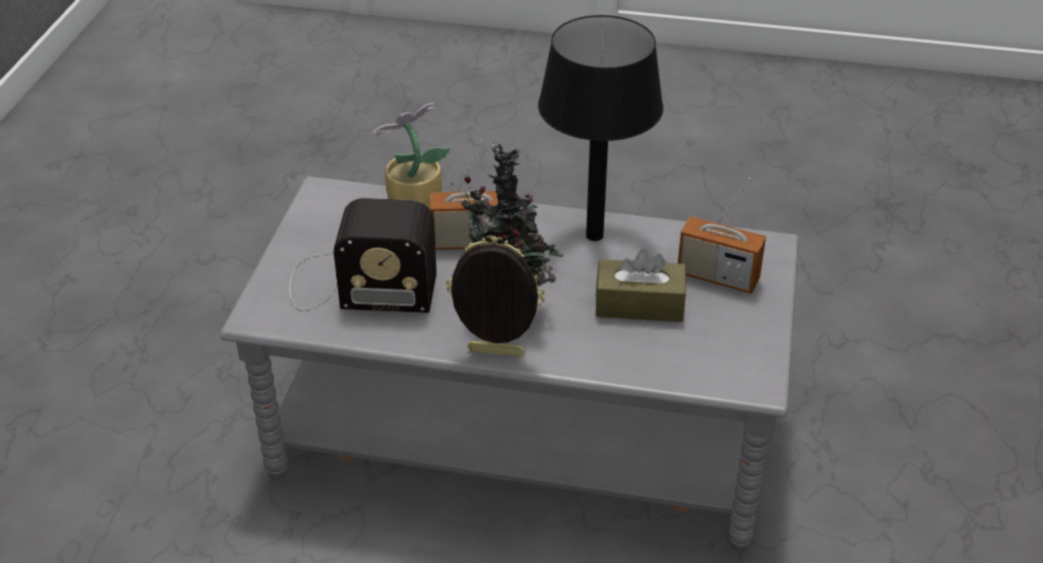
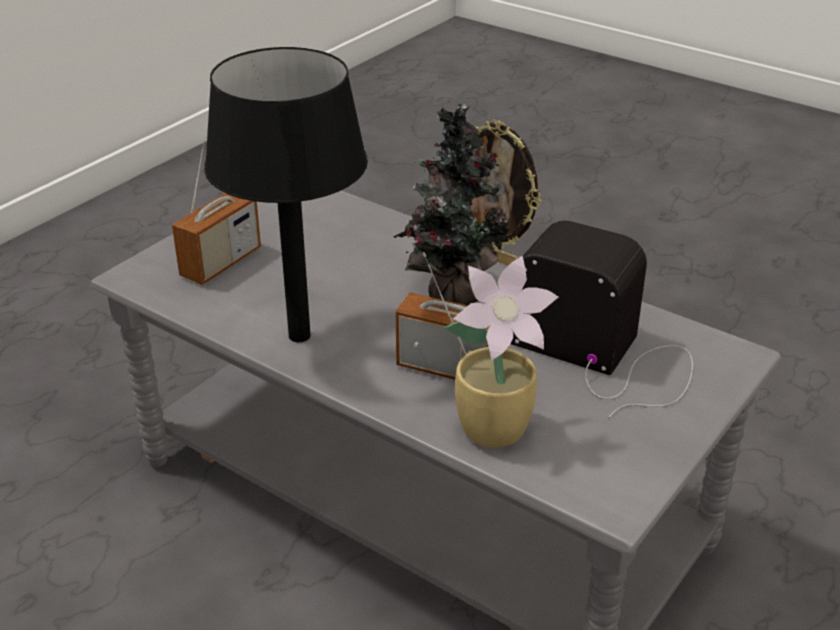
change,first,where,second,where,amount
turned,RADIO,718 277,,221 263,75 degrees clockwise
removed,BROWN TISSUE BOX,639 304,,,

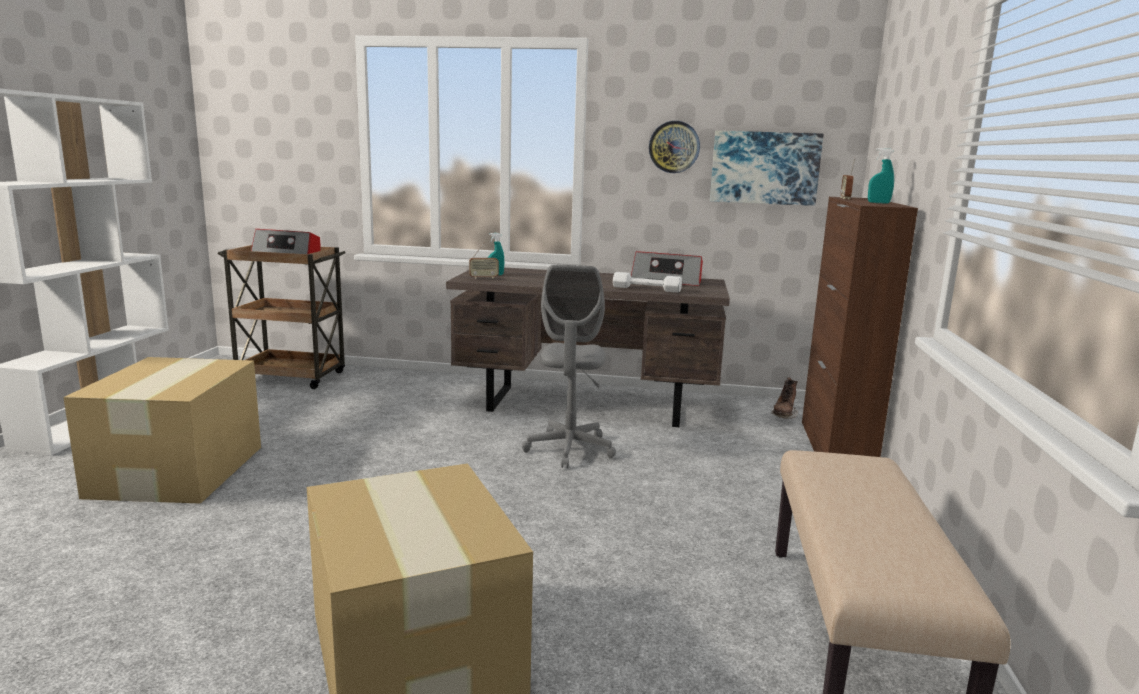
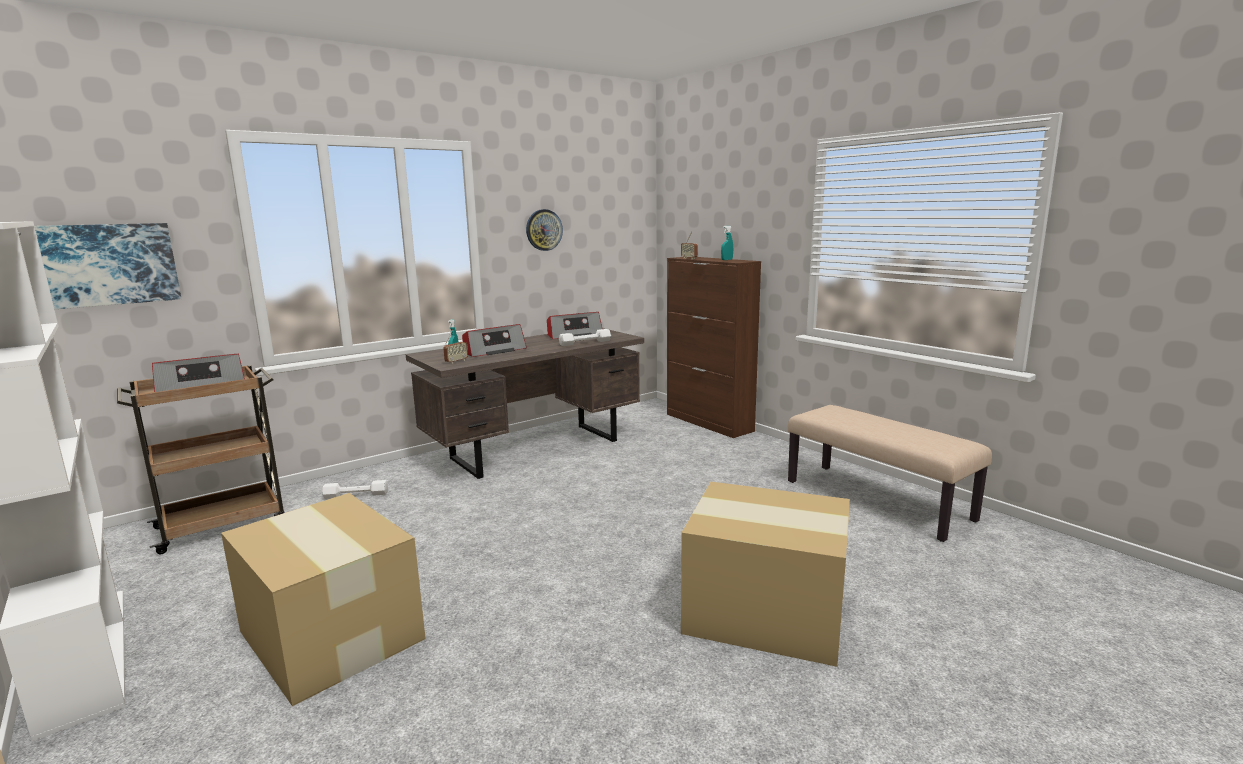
change,first,where,second,where,amount
moved,PICTURE,764 168,,103 264,
removed,GREY OFFICE CHAIR,569 449,,,
removed,BROWN BOOT,783 415,,,
added,,,RADIO,493 351,
added,,,WHITE DUMBBELL,356 495,

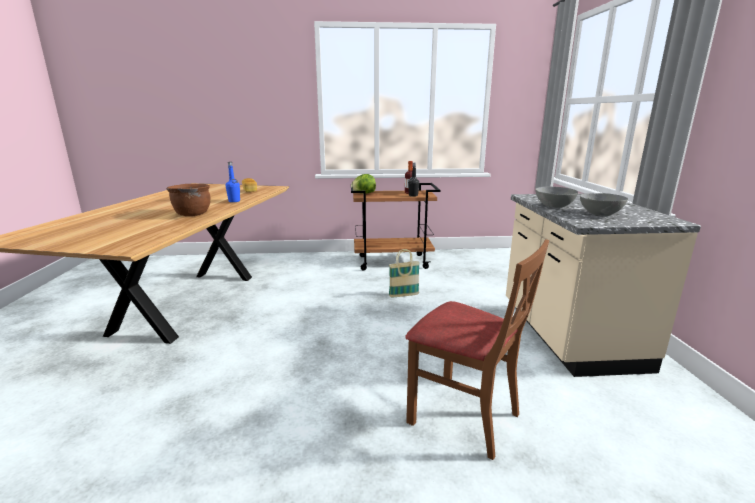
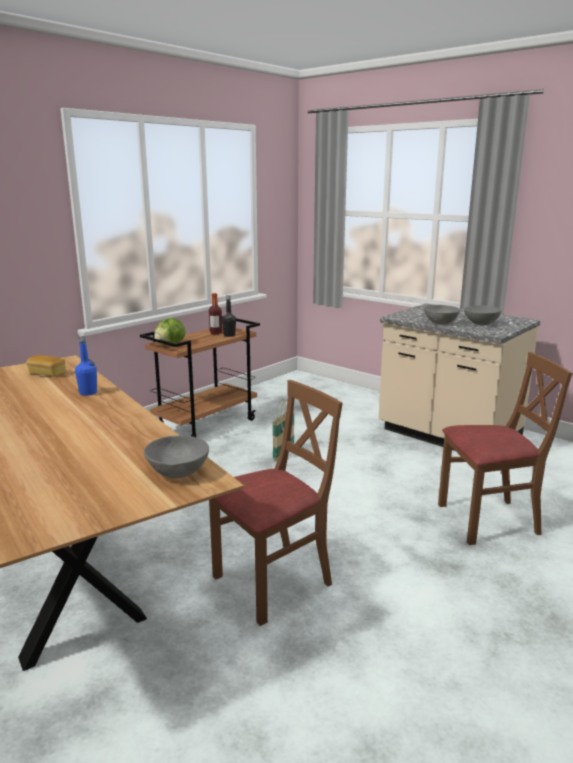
change,first,where,second,where,amount
removed,BROWN COOKING POT,192 214,,,
added,,,BROWN CHAIR,273 582,
added,,,GREY BOWL,178 472,

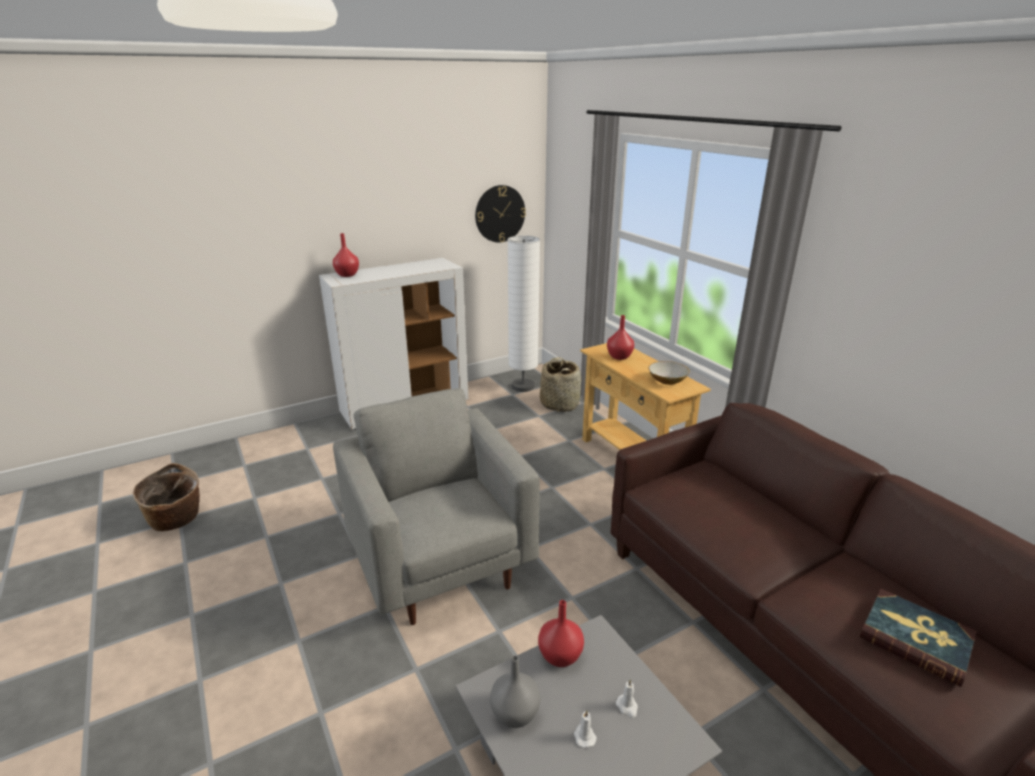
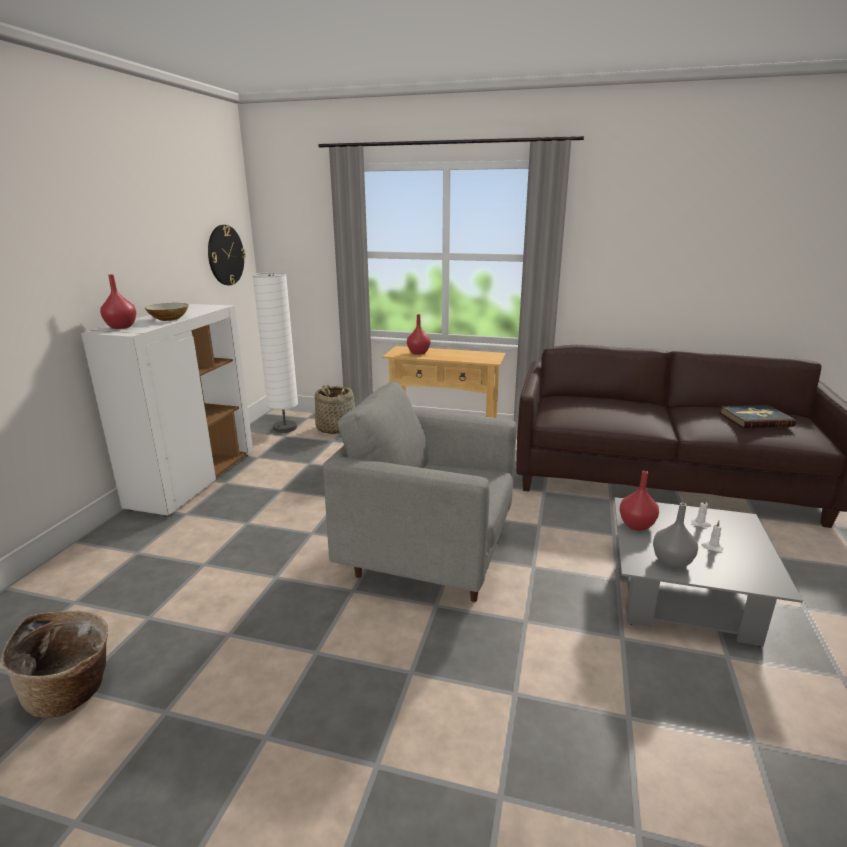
change,first,where,second,where,amount
moved,BOWL,667 380,,168 319,

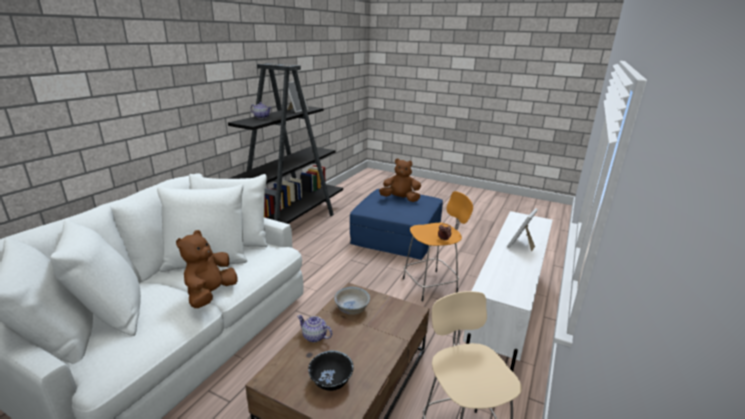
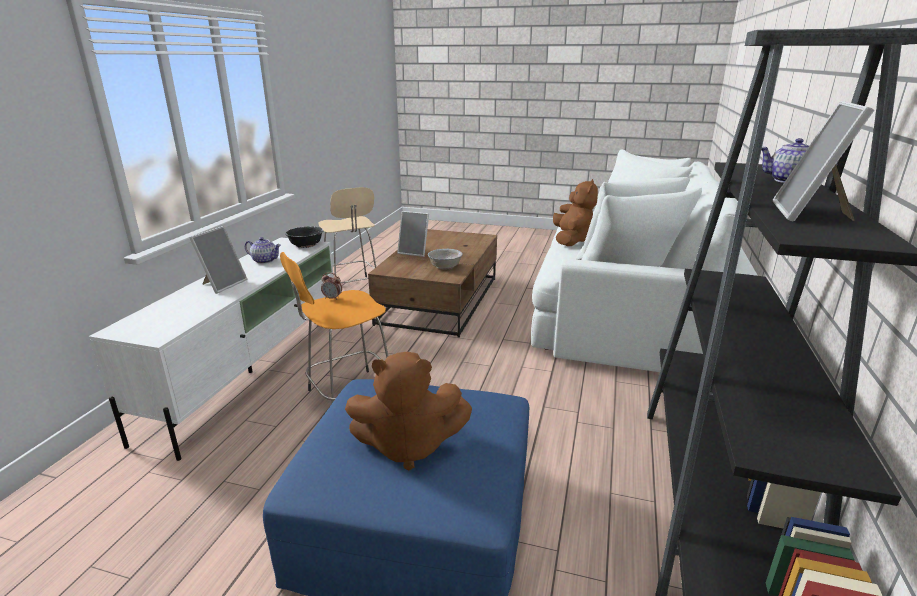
change,first,where,second,where,amount
moved,TEAPOT,314 337,,264 260,
moved,BLACK BOWL,331 380,,306 245,
added,,,PICTURE FRAME,414 252,

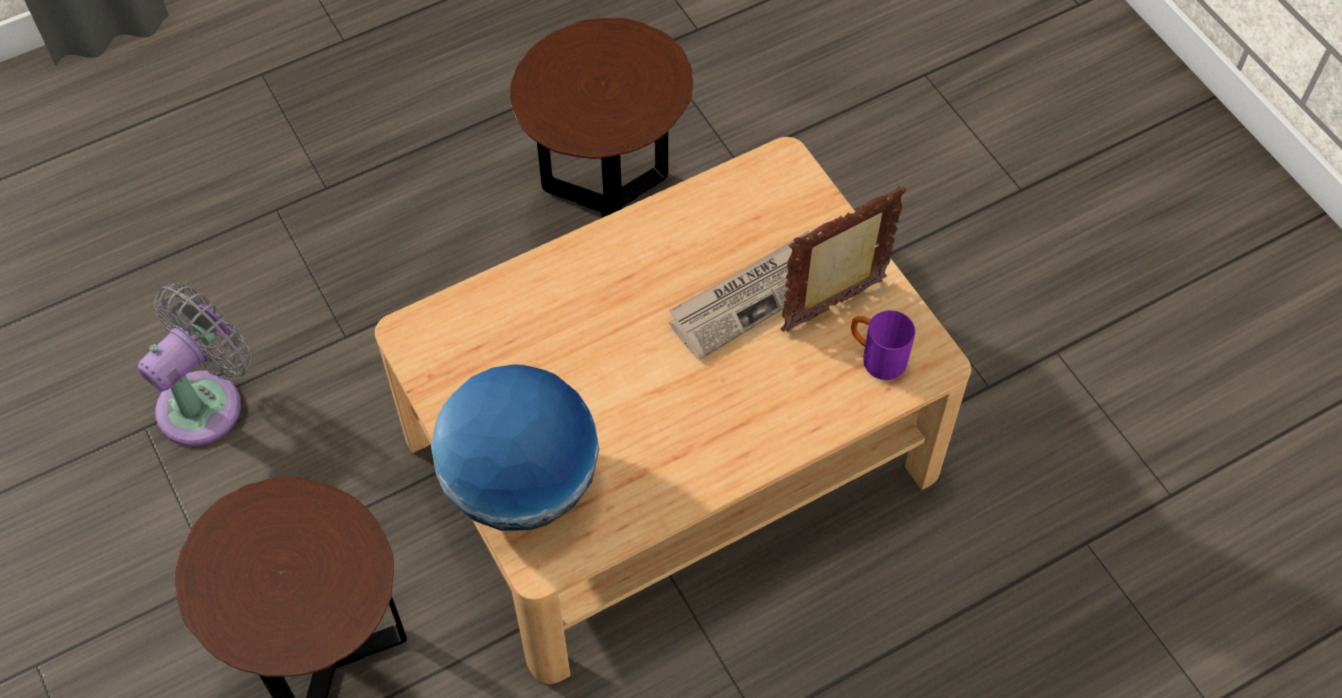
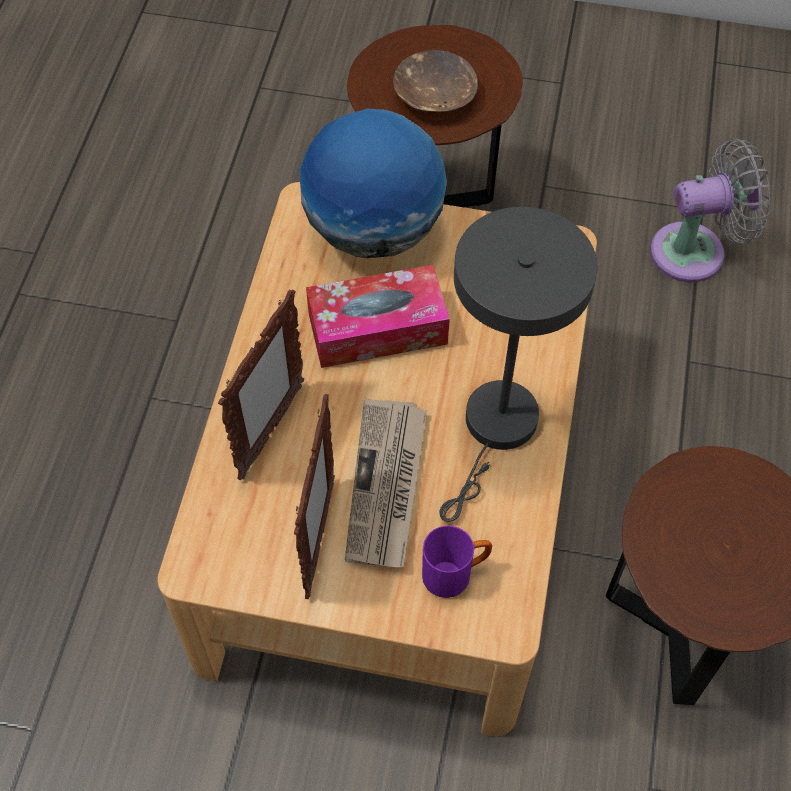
change,first,where,second,where,amount
turned,GREY FAN,207 402,,695 251,90 degrees counterclockwise
moved,PURPLE MUG,876 357,,455 573,
added,,,BROWN BOWL,433 96,
added,,,GREY TABLE LAMP,497 430,
added,,,TISSUE BOX,377 328,
added,,,PICTURE FRAME,270 431,

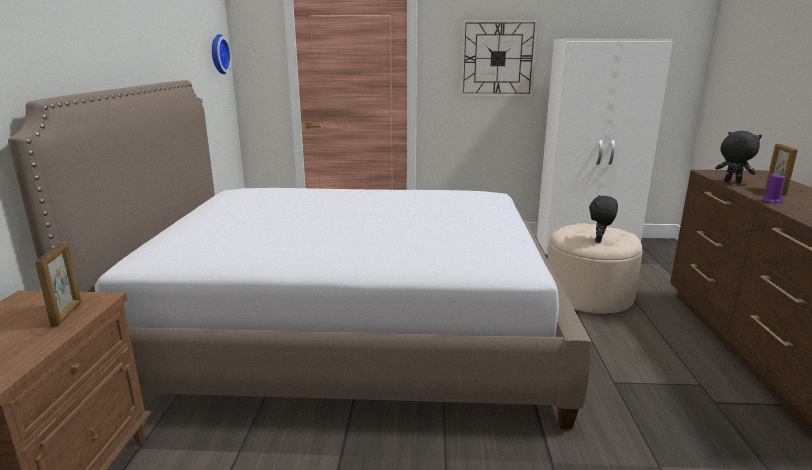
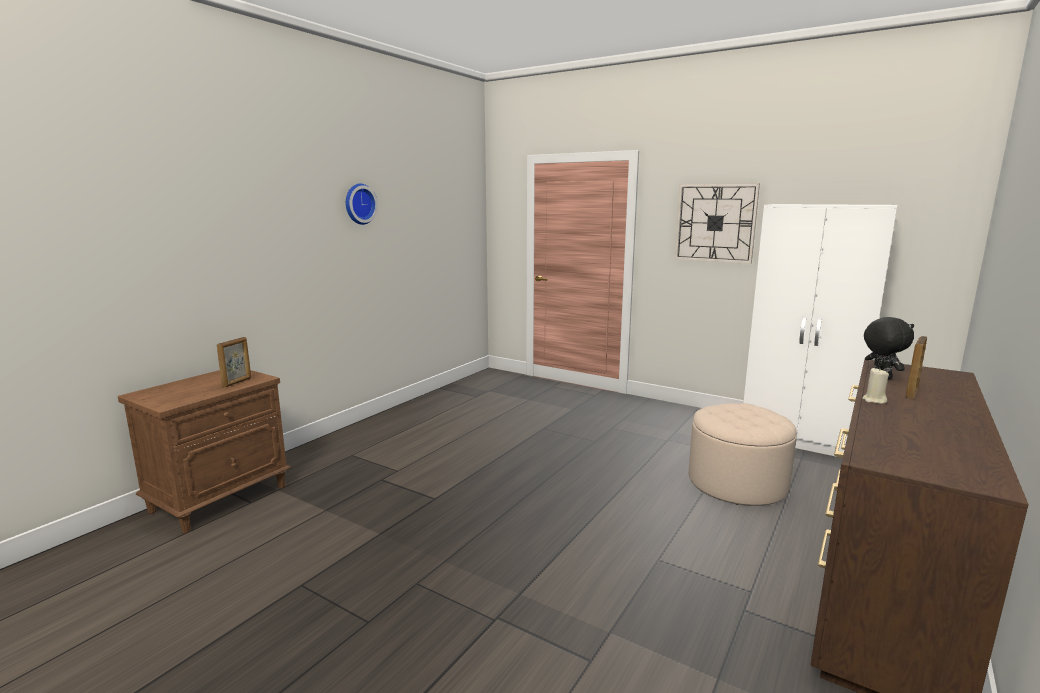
change,first,where,second,where,amount
moved,WALL CLOCK,218 54,,359 204,
removed,BED,347 332,,,
recoloured,PURPLE CANDLE,771 201,BEIGE CANDLE,874 400,
removed,BLACK PLUSH TOY,599 241,,,

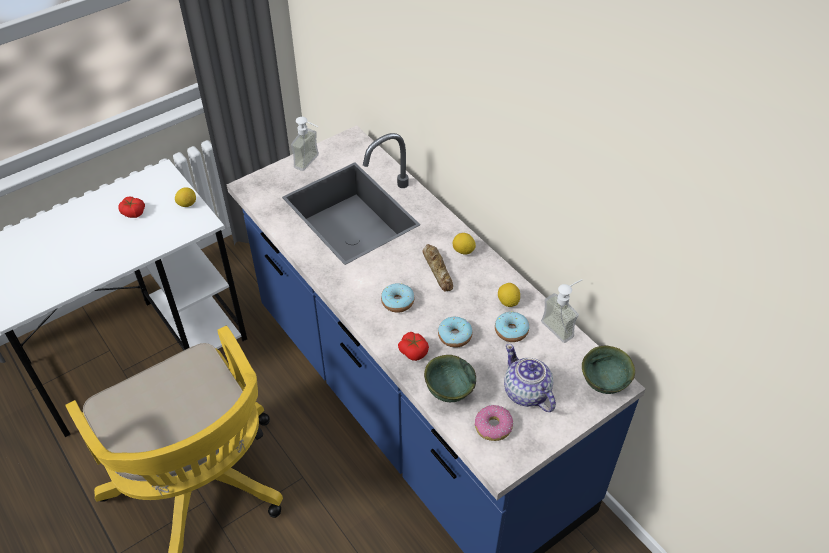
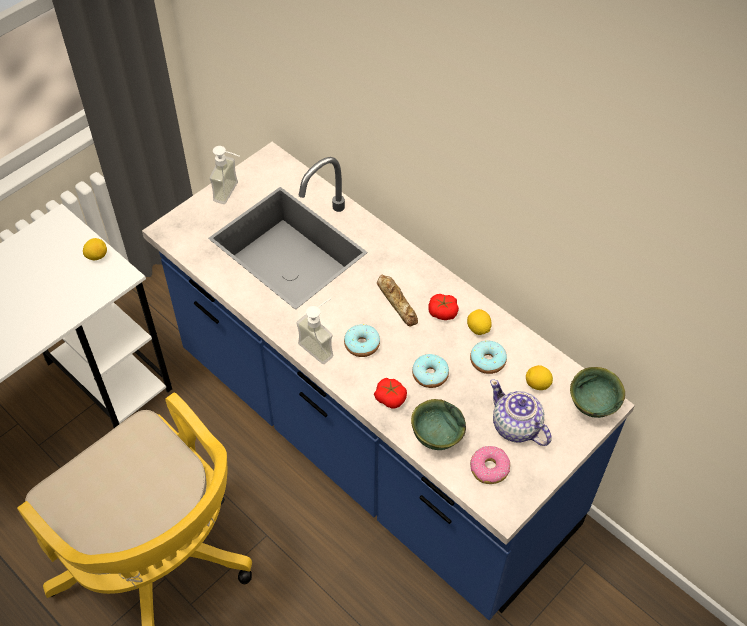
change,first,where,second,where,amount
moved,TOMATO,133 212,,443 312,
moved,LEMON,463 251,,537 384,
moved,SOAP DISPENSER,562 326,,321 345,

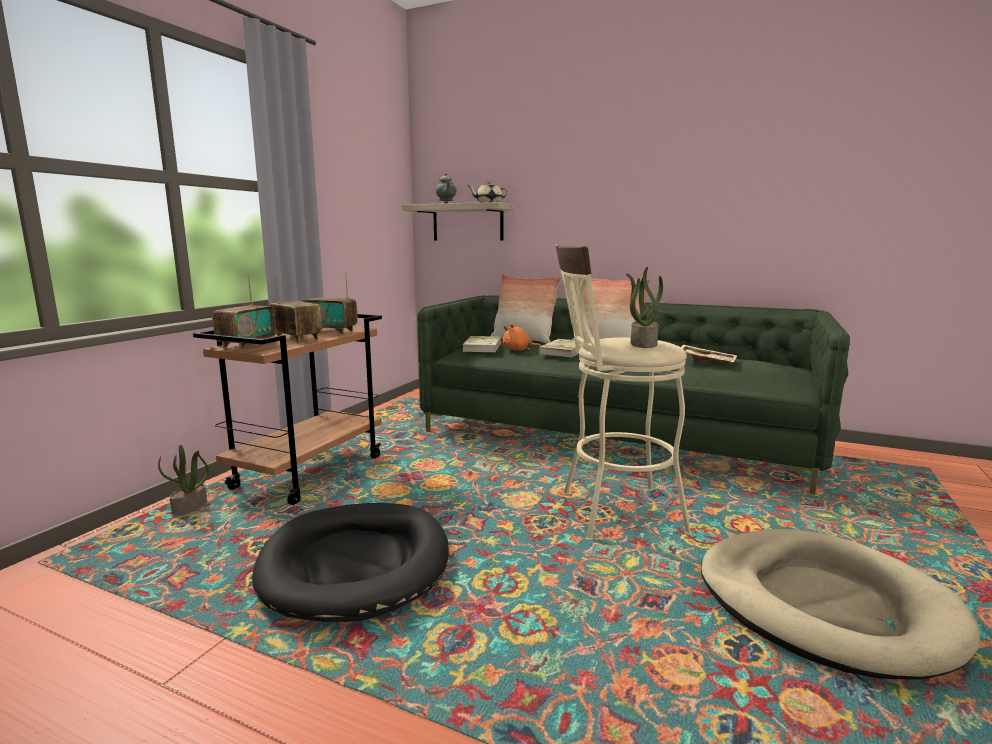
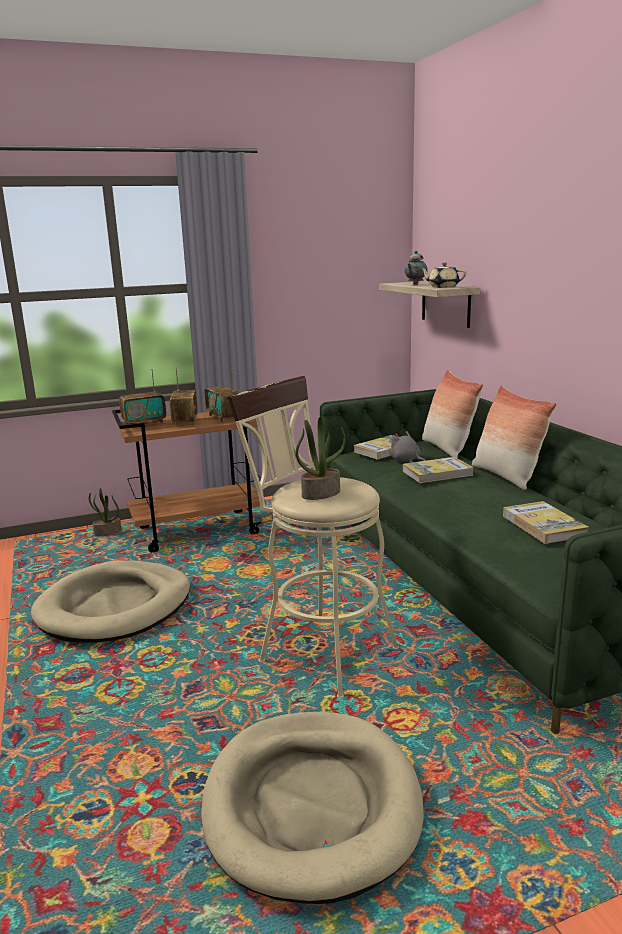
change,first,where,second,where,amount
recoloured,ORANGE PLUSH TOY,518 350,GREY PLUSH TOY,406 461,
replaced,BEIGE TRAY,706 360,BOOK,543 526,
recoloured,BLACK DOG BED,356 564,BEIGE DOG BED,115 607,

